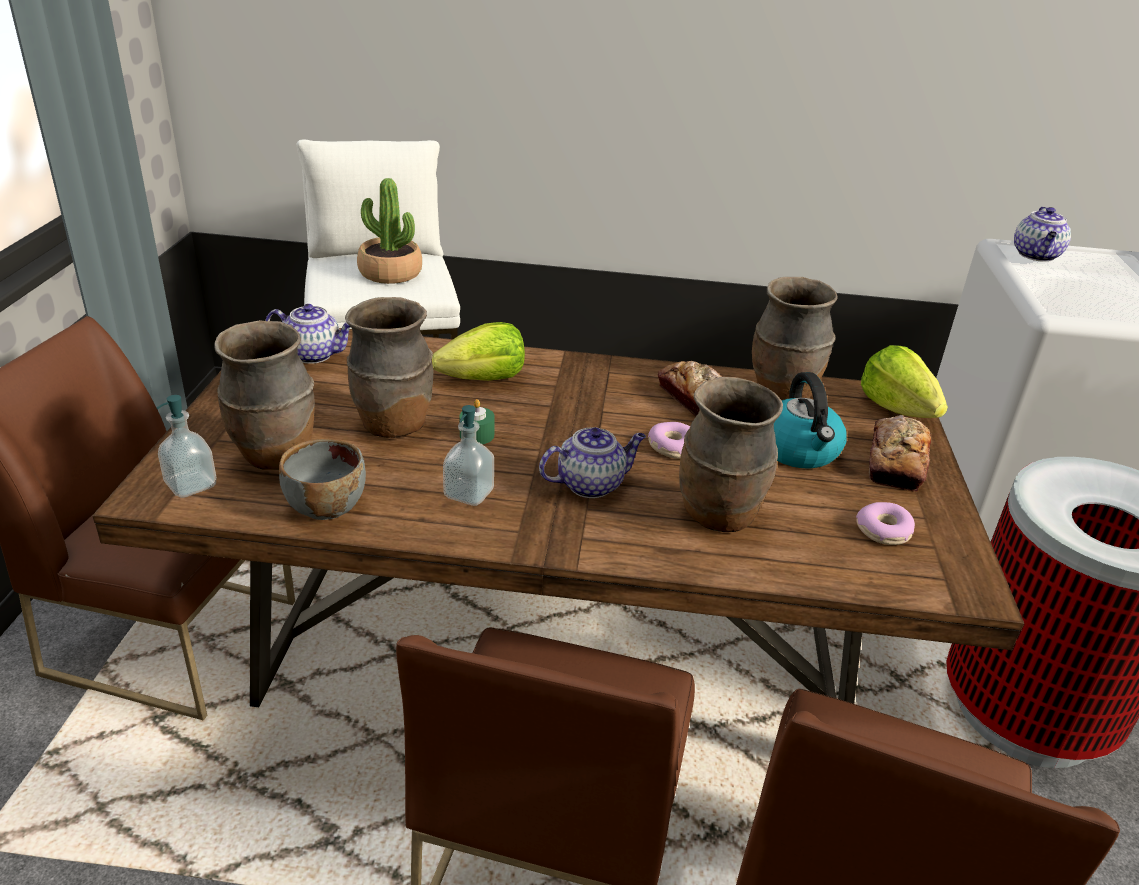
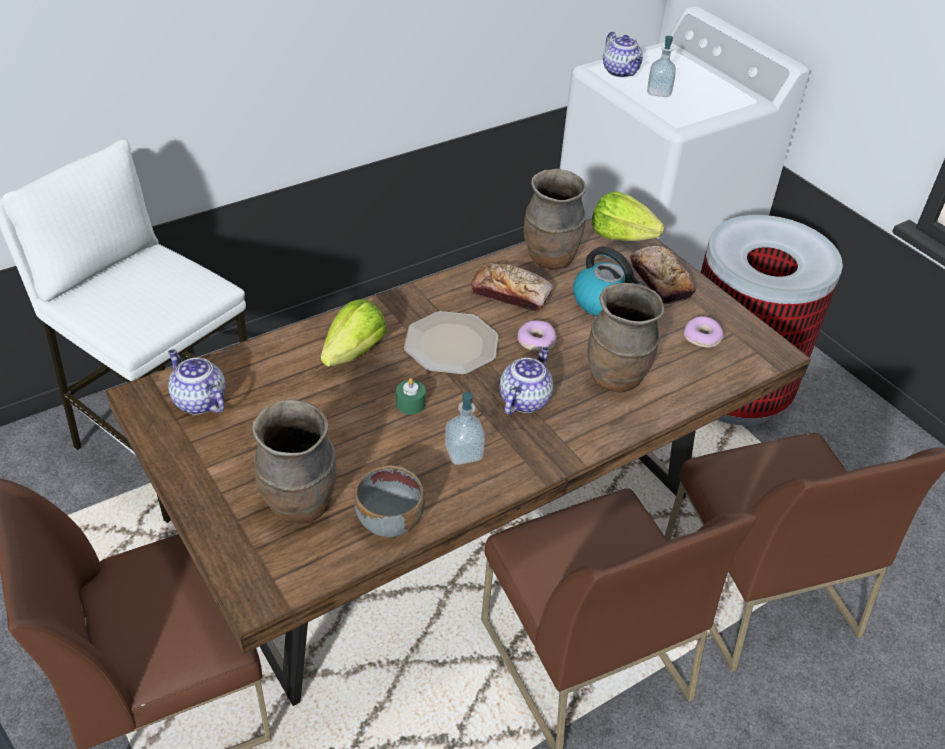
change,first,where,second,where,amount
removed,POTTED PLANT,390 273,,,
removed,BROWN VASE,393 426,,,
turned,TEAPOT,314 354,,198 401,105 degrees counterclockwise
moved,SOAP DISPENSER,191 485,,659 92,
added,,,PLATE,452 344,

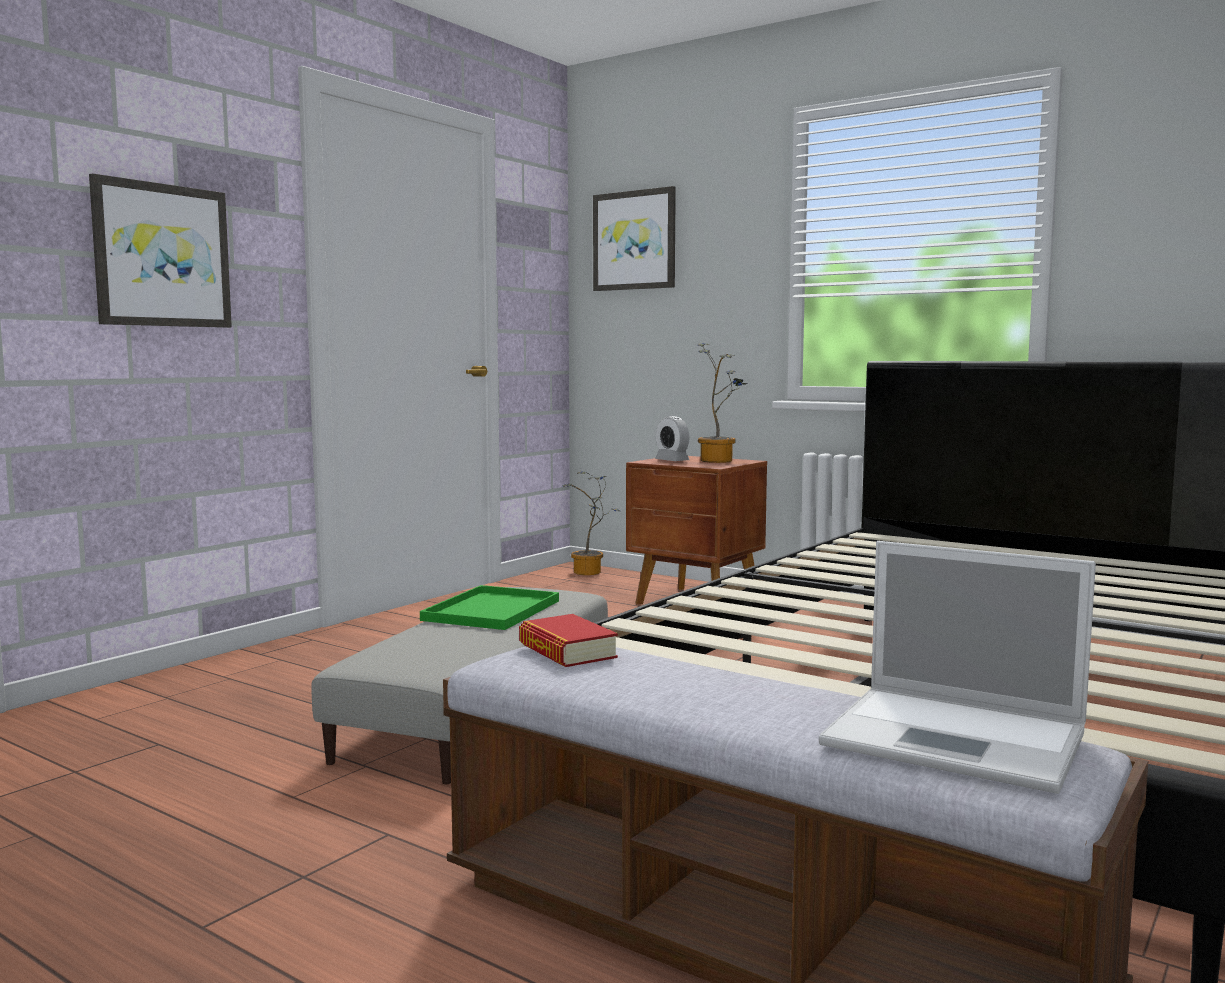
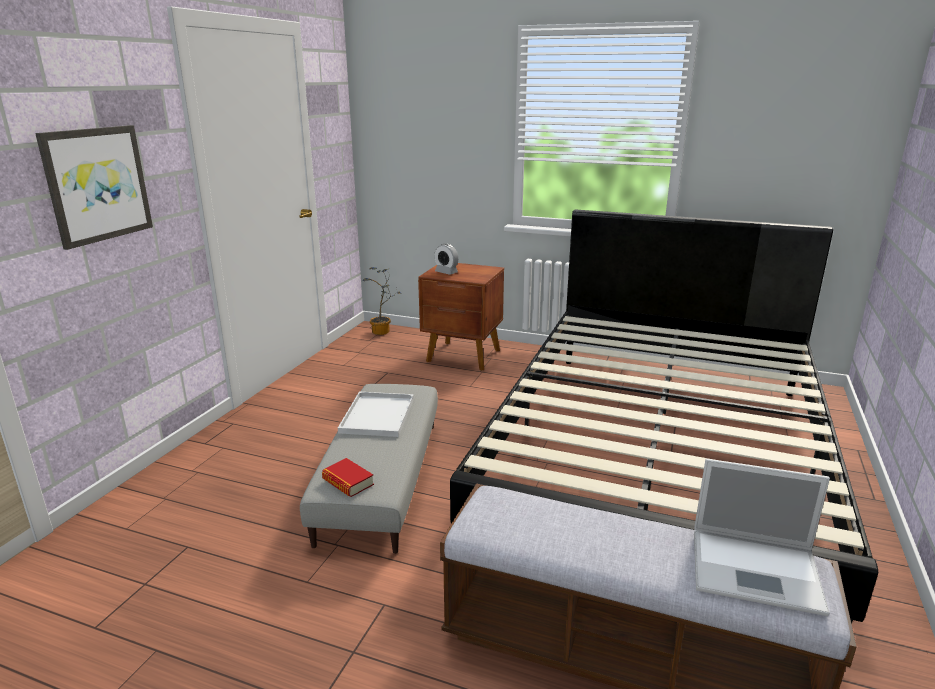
change,first,where,second,where,amount
removed,PICTURE,635 240,,,
removed,POTTED PLANT,720 460,,,
recoloured,GREEN TRAY,492 611,WHITE TRAY,378 416,
moved,BOOK,567 651,,348 482,

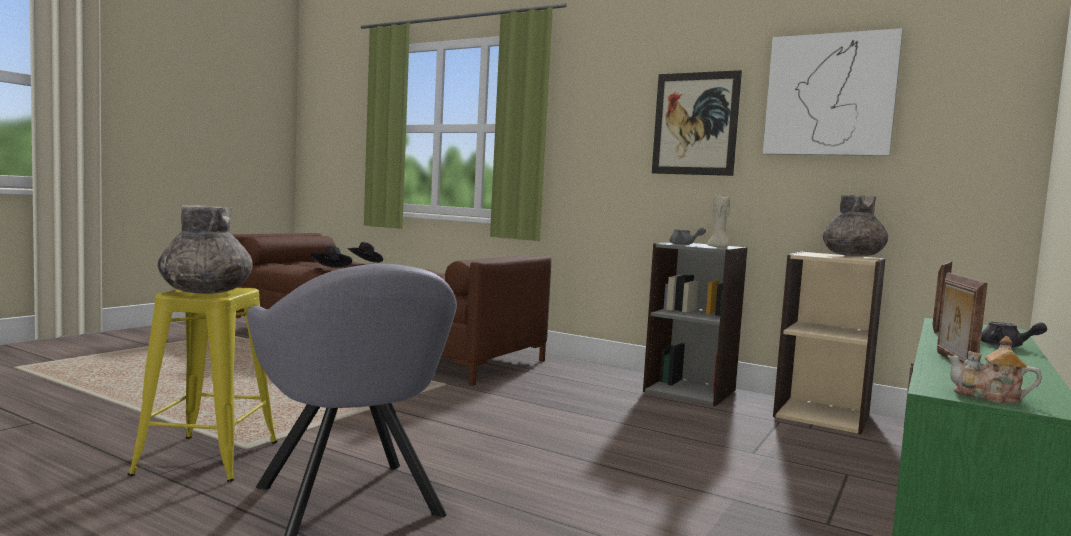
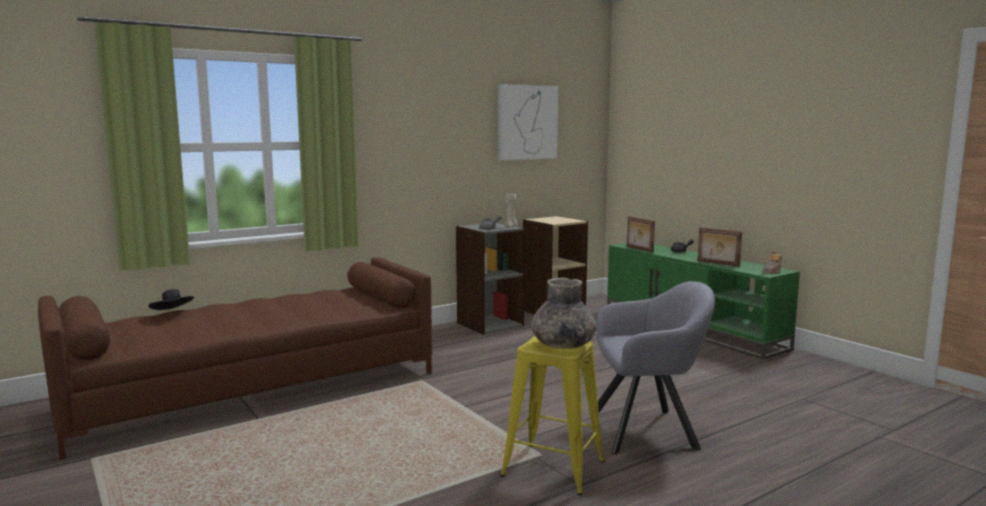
change,first,where,second,where,amount
removed,PICTURE,695 123,,,
removed,GREY VASE,853 256,,,
removed,BLACK HAT,331 269,,,

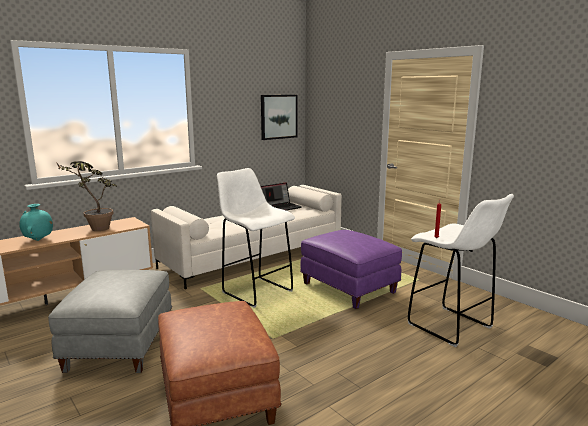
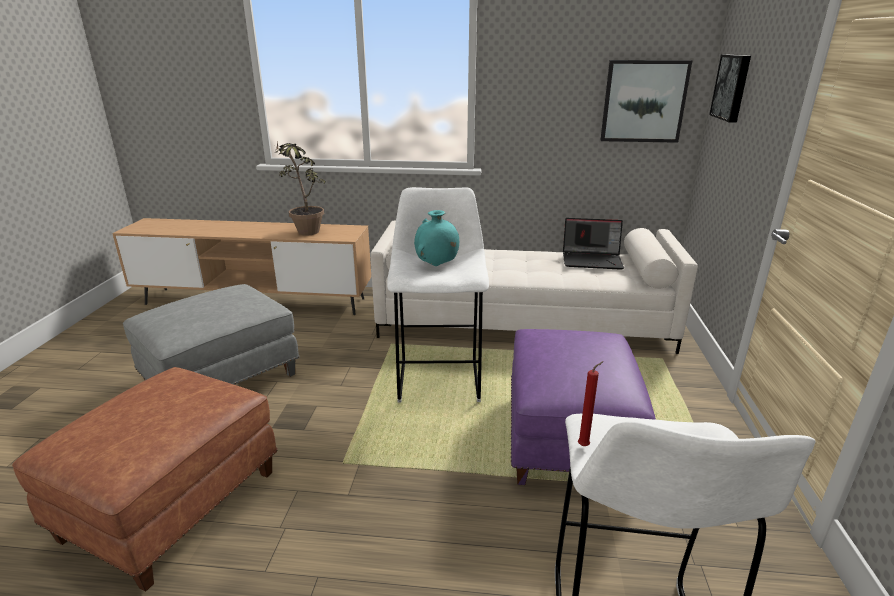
change,first,where,second,where,amount
moved,TURQUOISE VASE,38 240,,436 266,
added,,,PICTURE,732 87,

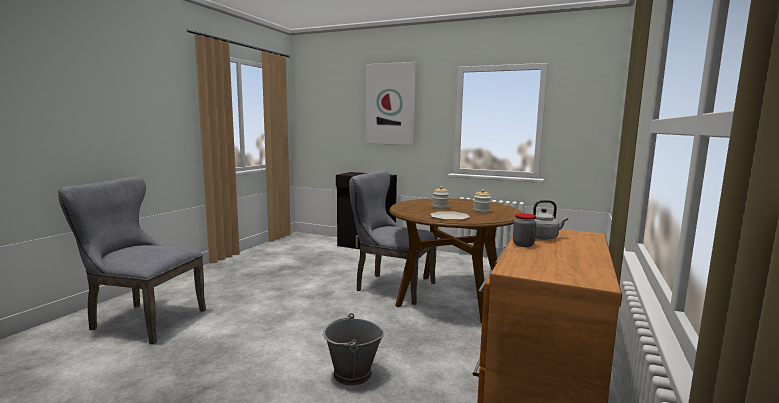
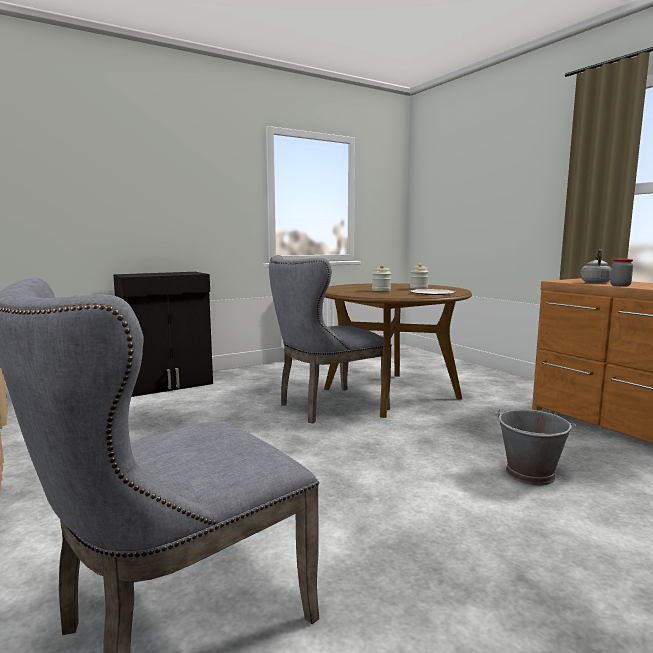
change,first,where,second,where,amount
removed,PICTURE,391 104,,,

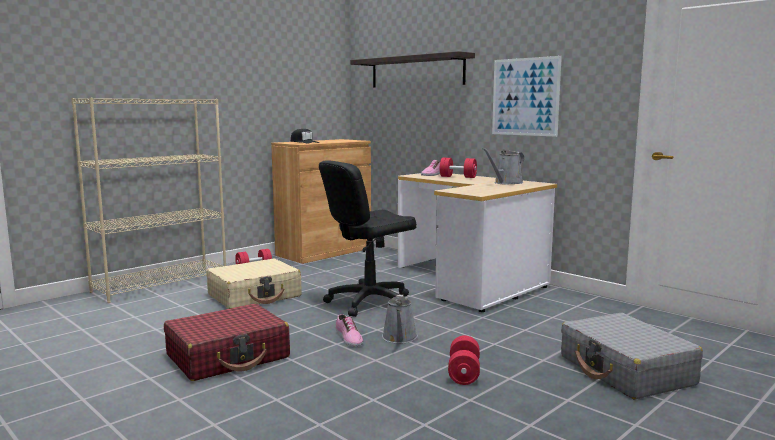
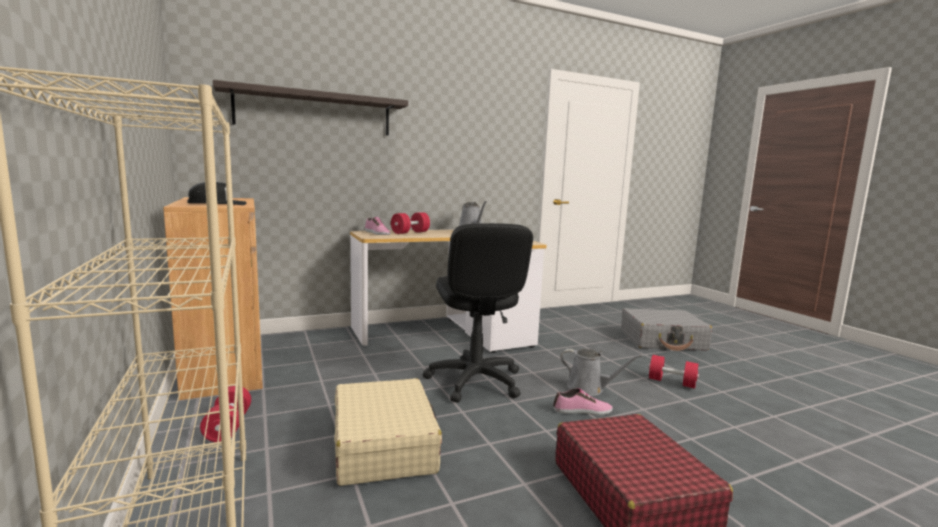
change,first,where,second,where,amount
removed,PICTURE,525 97,,,

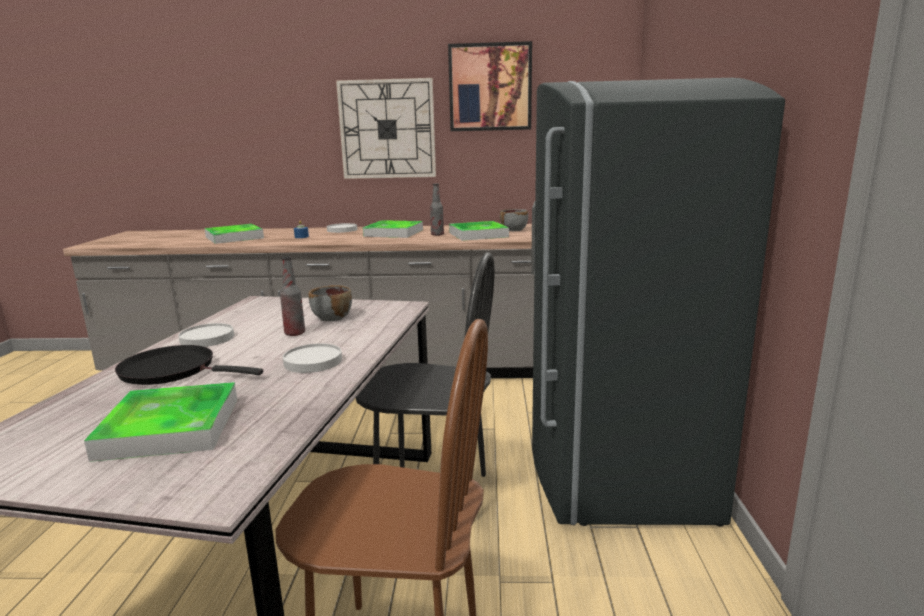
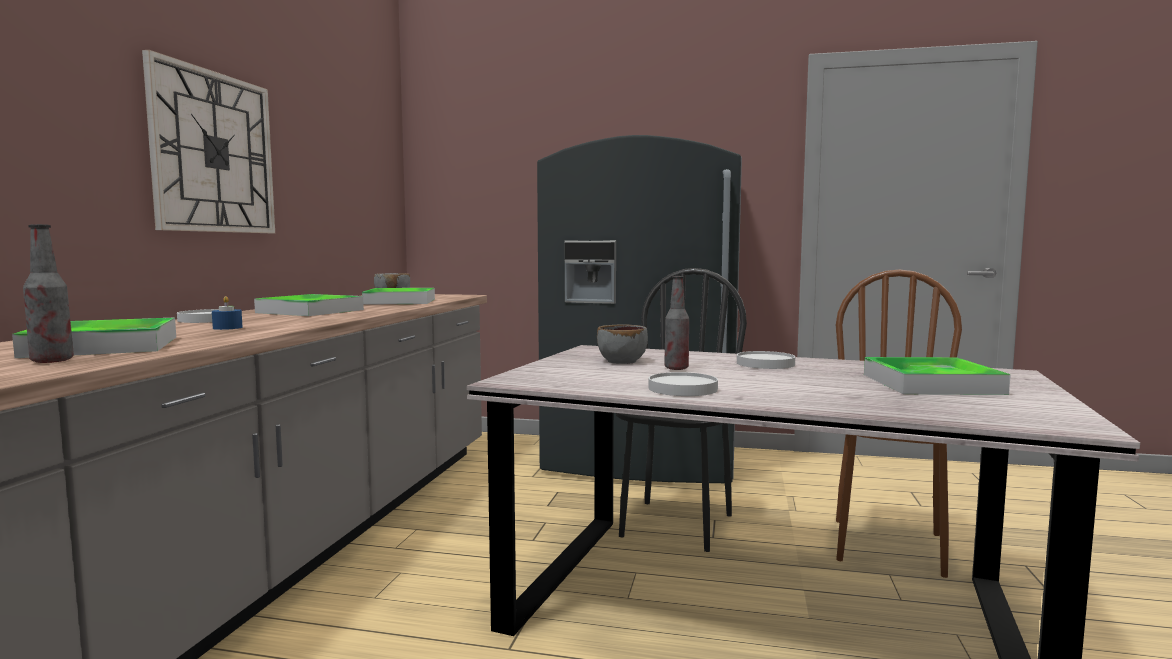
change,first,where,second,where,amount
removed,PICTURE,490 87,,,
moved,BOTTLE,437 235,,52 361,
removed,BLACK FRYING PAN,173 370,,,

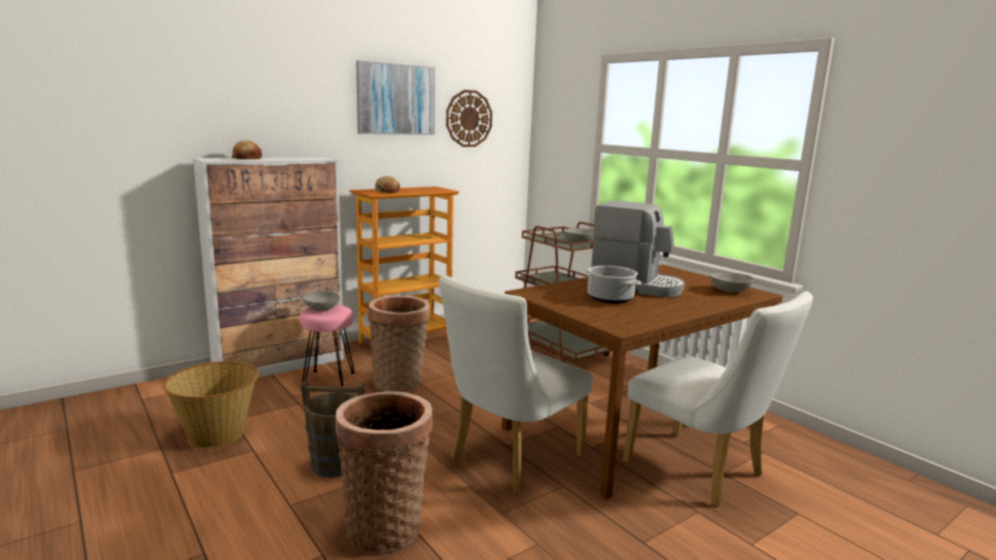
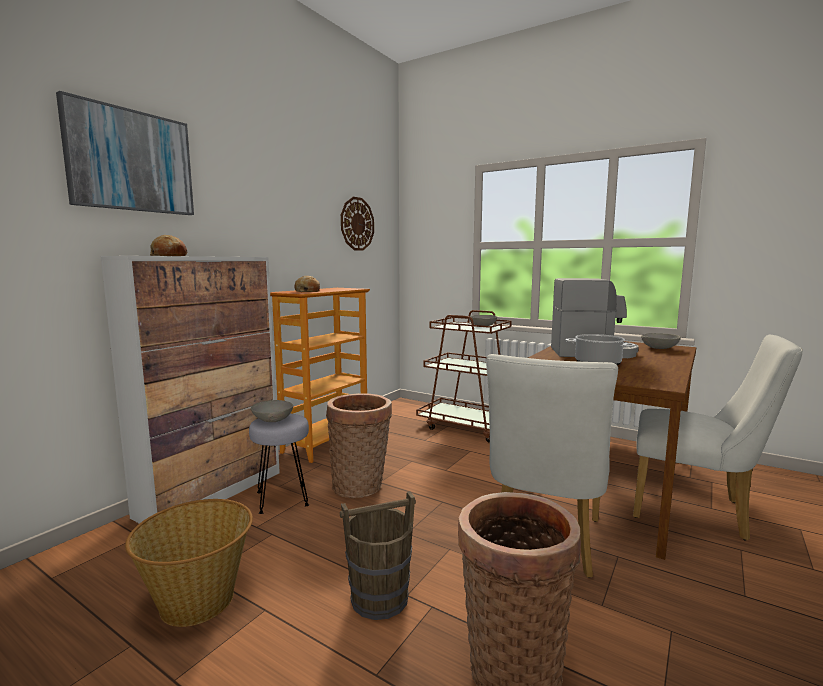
change,first,where,second,where,amount
moved,PICTURE,395 99,,131 161,
recoloured,PINK STOOL,329 379,GREY STOOL,282 498,

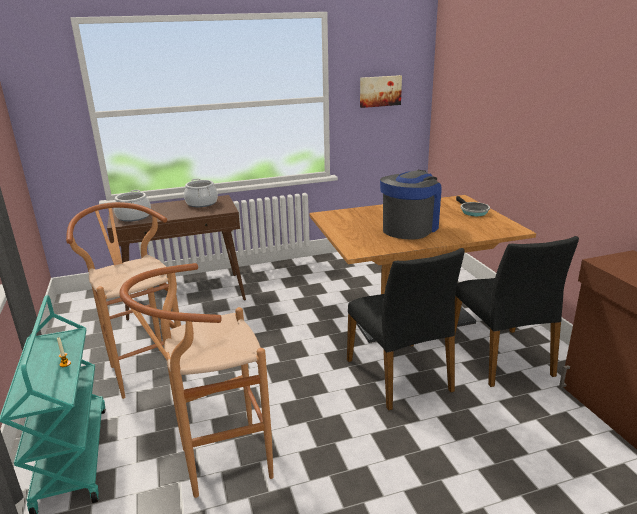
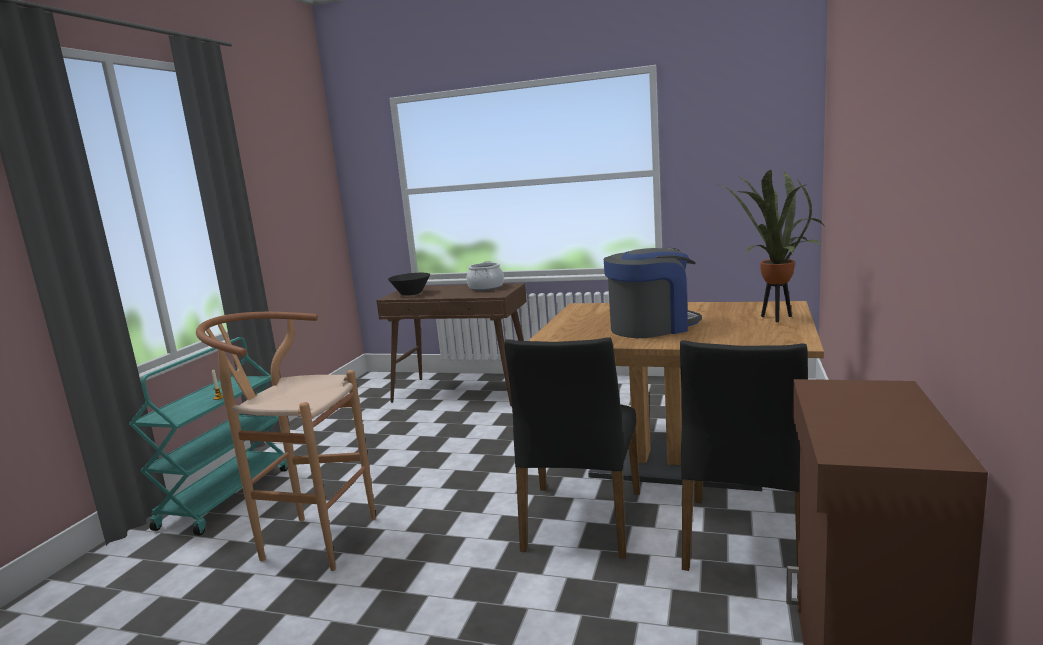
change,first,where,second,where,amount
removed,PICTURE,380 91,,,
replaced,COOKING POT,134 217,BLACK BOWL,411 294,
replaced,FRYING PAN,472 211,POTTED PLANT,775 319,
removed,BROWN STOOL,143 367,,,

